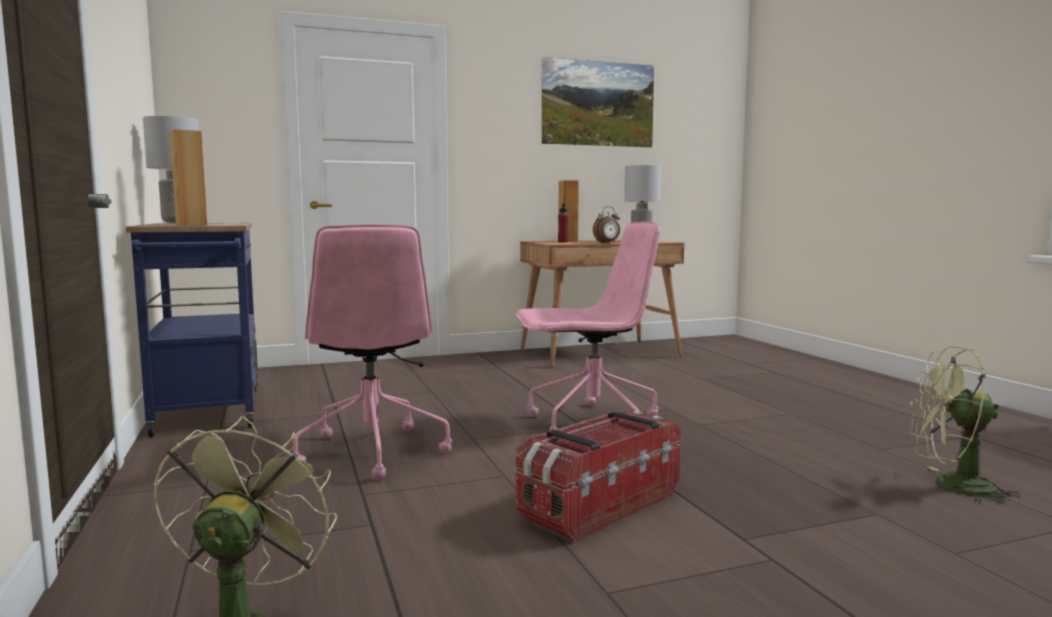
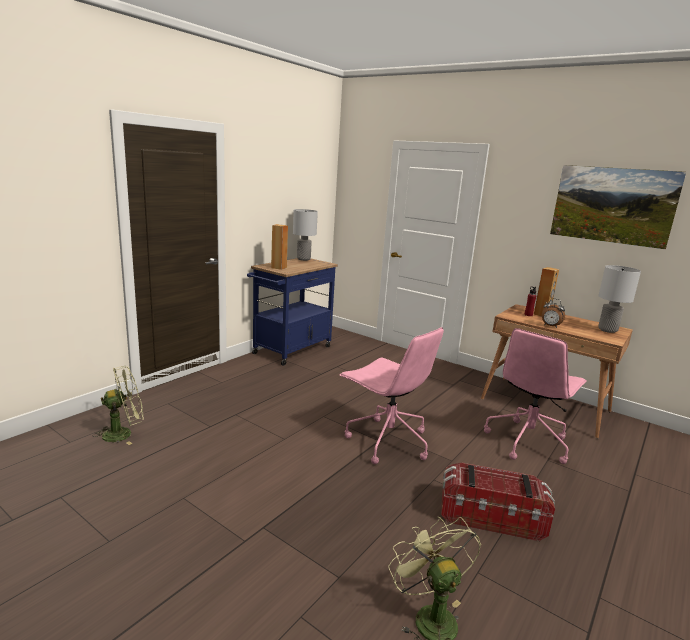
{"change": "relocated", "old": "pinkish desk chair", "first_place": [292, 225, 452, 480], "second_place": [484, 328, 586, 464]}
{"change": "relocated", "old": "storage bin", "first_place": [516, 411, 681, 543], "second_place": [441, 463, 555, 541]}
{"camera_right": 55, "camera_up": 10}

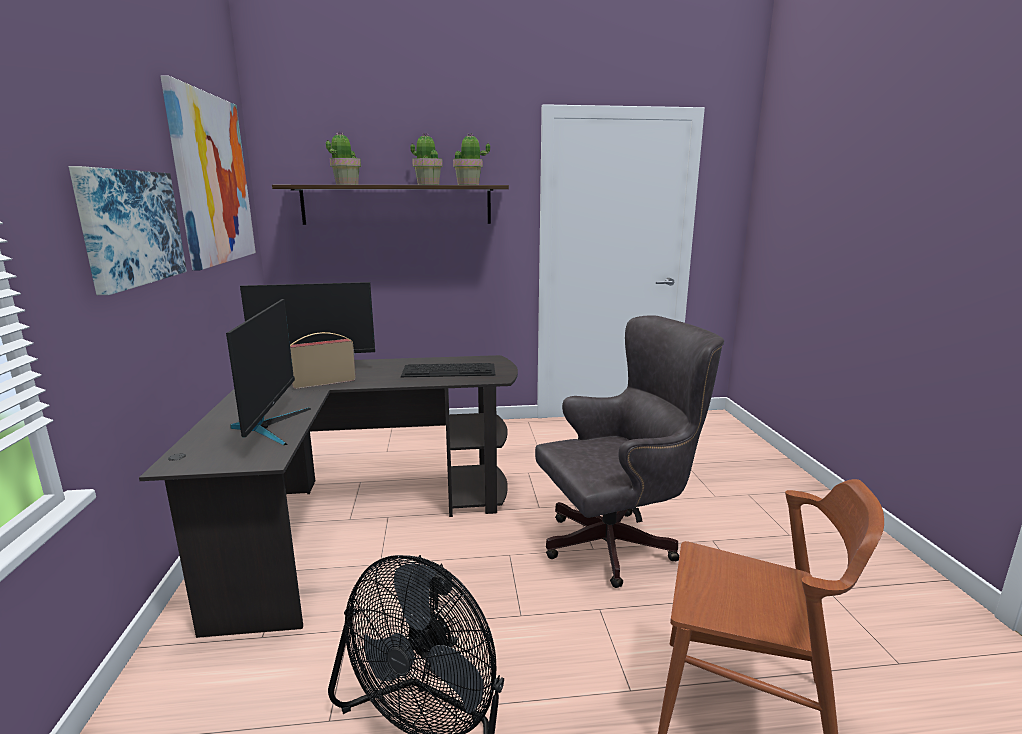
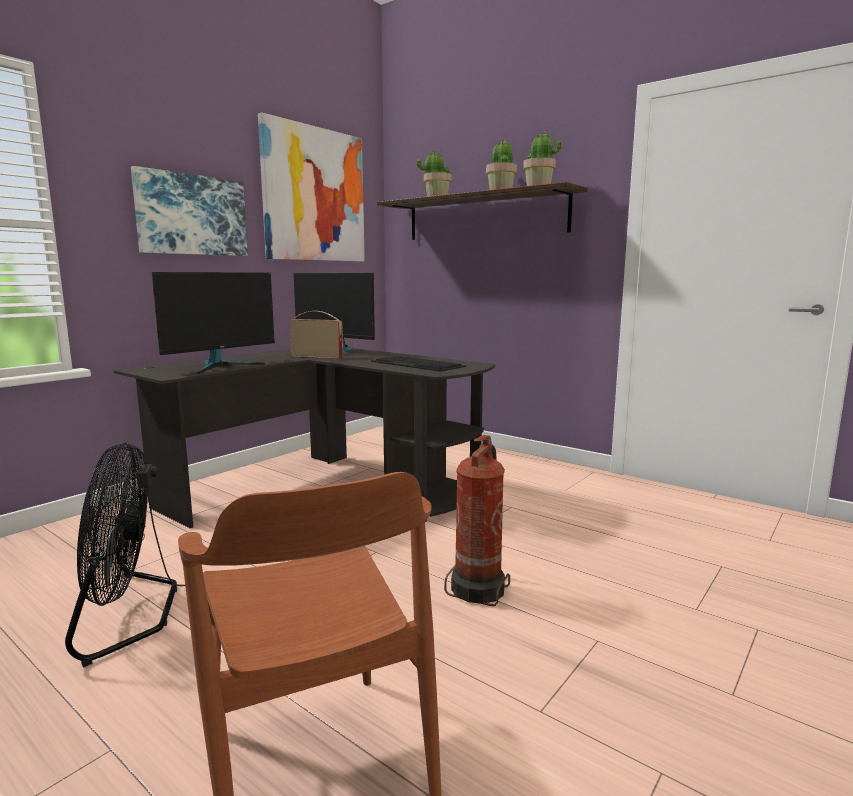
{"change": "exchanged", "old": "grey desk chair", "new": "fire-fighting cylinder", "first_place": [535, 315, 724, 588], "second_place": [444, 435, 510, 606]}
{"camera_right": 45, "camera_up": -5}

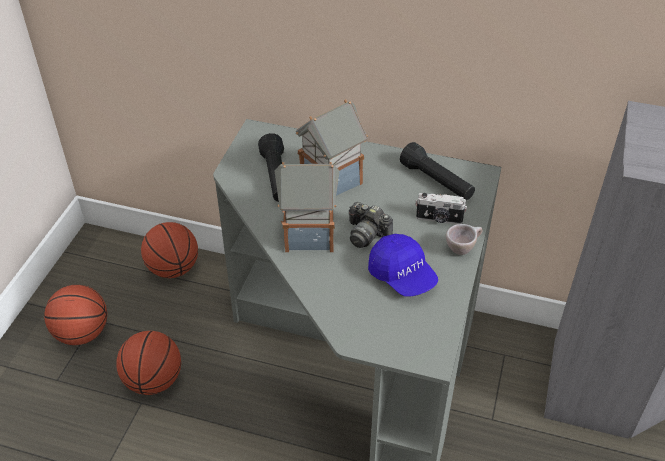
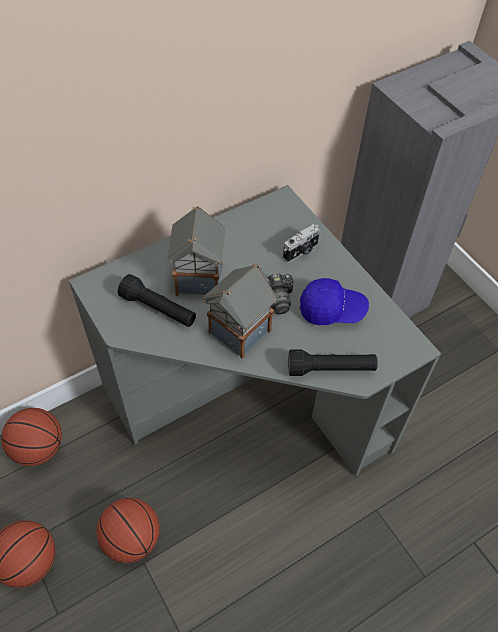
{"change": "missing", "old": "beige-coloured small cup", "first_place": [446, 224, 482, 255]}
{"change": "relocated", "old": "black hand torch", "first_place": [400, 142, 475, 200], "second_place": [288, 350, 378, 376]}
{"camera_right": -50, "camera_up": 10}

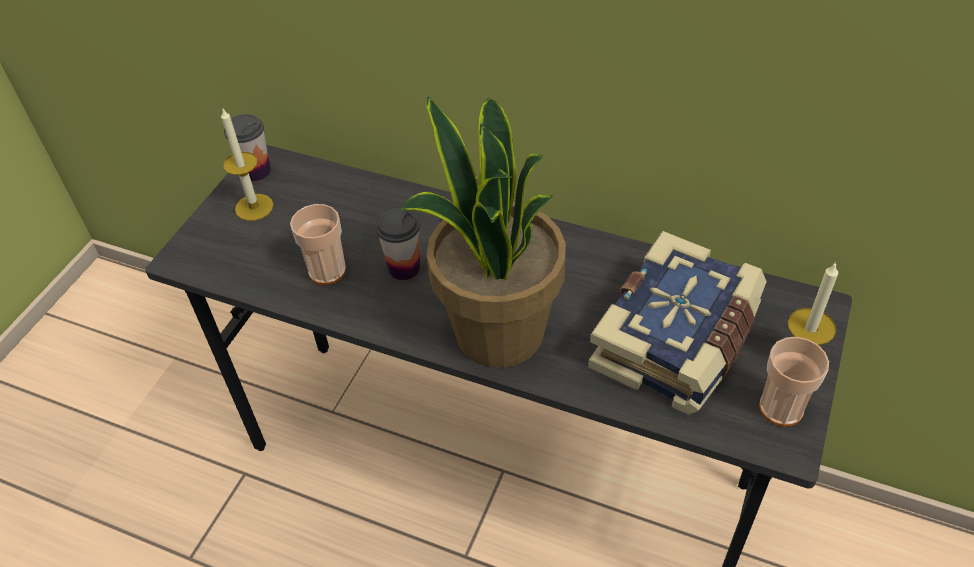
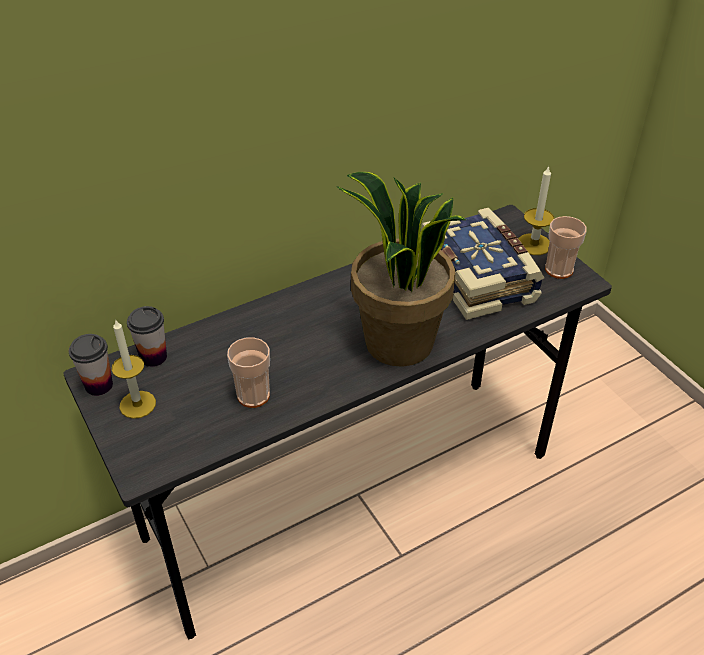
{"change": "relocated", "old": "small cup", "first_place": [376, 208, 420, 280], "second_place": [127, 306, 167, 367]}
{"camera_right": -55, "camera_up": -5}

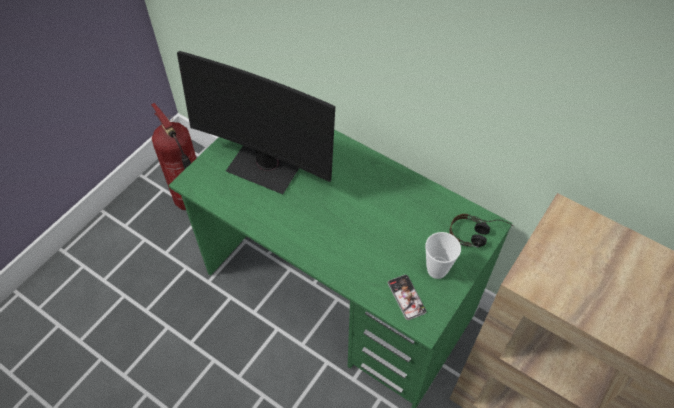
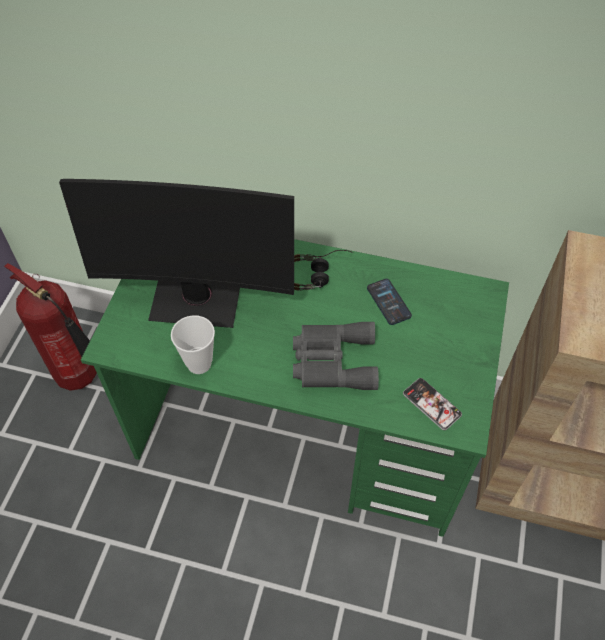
{"change": "appeared", "new": "grey field glasses", "second_place": [293, 322, 379, 390]}
{"change": "appeared", "new": "handset", "second_place": [367, 279, 412, 325]}
{"change": "relocated", "old": "small cup", "first_place": [425, 232, 461, 279], "second_place": [171, 315, 215, 374]}
{"change": "relocated", "old": "headphones", "first_place": [449, 214, 514, 248], "second_place": [294, 250, 353, 291]}
{"camera_right": -20, "camera_up": 0}

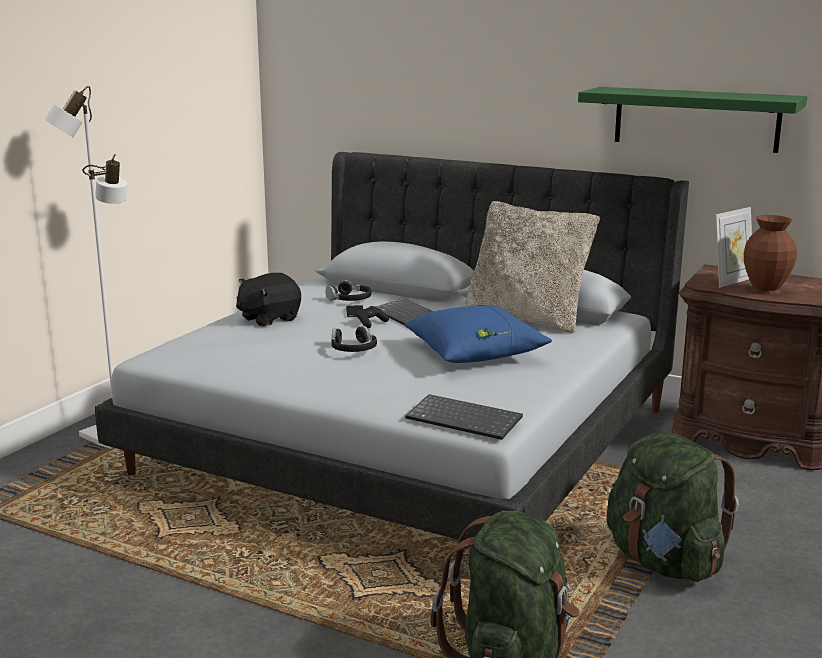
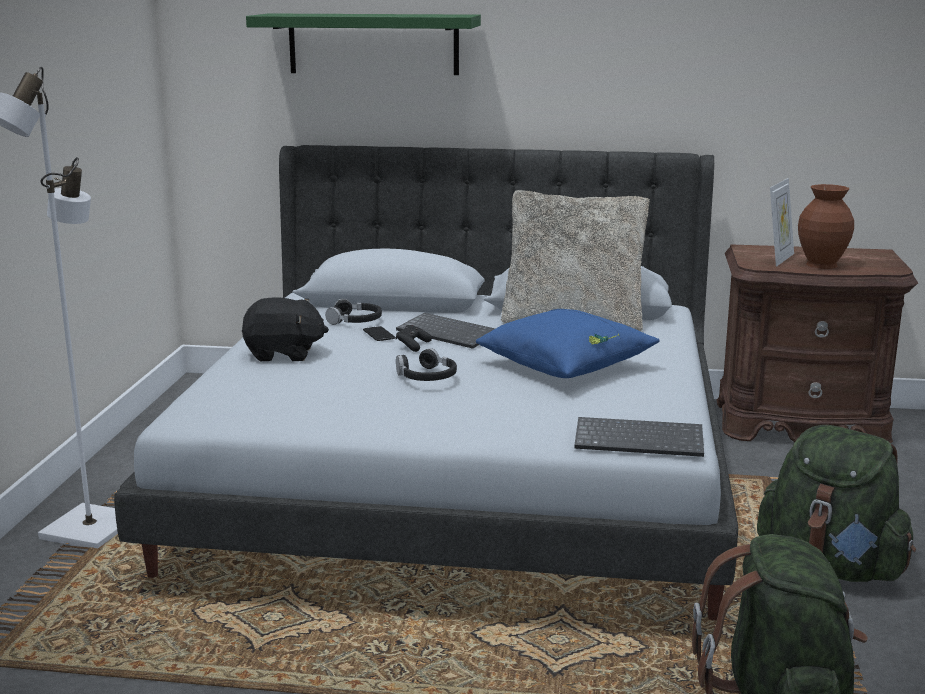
{"change": "relocated", "old": "green bracket shelf", "first_place": [578, 87, 807, 153], "second_place": [246, 14, 481, 75]}
{"change": "spun", "old": "black soft toy", "first_place": [236, 273, 301, 327], "second_place": [242, 297, 329, 361], "degrees": -120}
{"camera_right": -20, "camera_up": 0}

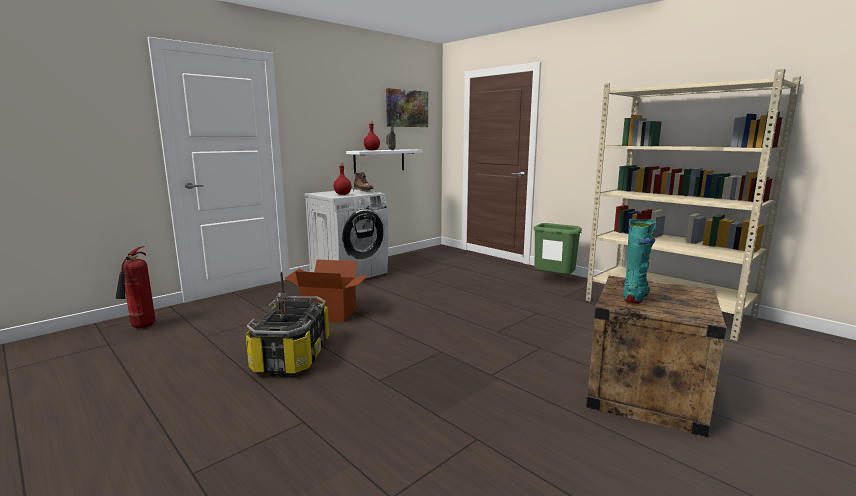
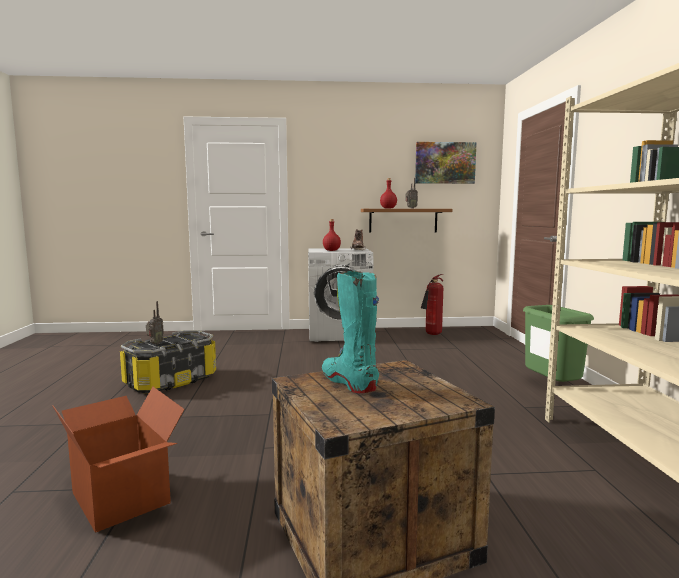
{"change": "relocated", "old": "fire-fighting cylinder", "first_place": [115, 246, 155, 328], "second_place": [421, 274, 443, 335]}
{"change": "relocated", "old": "packing box", "first_place": [284, 260, 369, 323], "second_place": [52, 387, 185, 533]}
{"change": "colour", "old": "whitish bracket shelf", "new": "brown-coloured bracket shelf", "first_place": [346, 149, 423, 174], "second_place": [361, 209, 453, 233]}
{"change": "spun", "old": "turquoise boot", "first_place": [624, 219, 657, 304], "second_place": [322, 271, 379, 393], "degrees": -105}
{"camera_right": 40, "camera_up": -5}

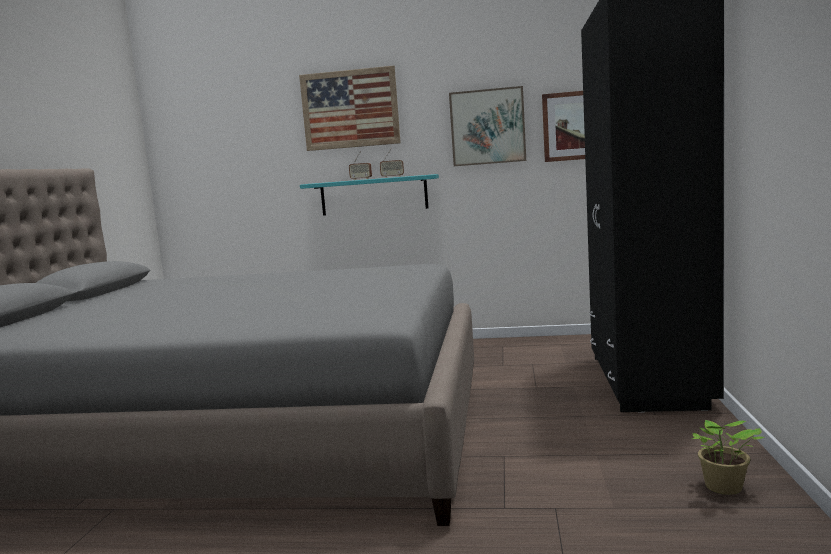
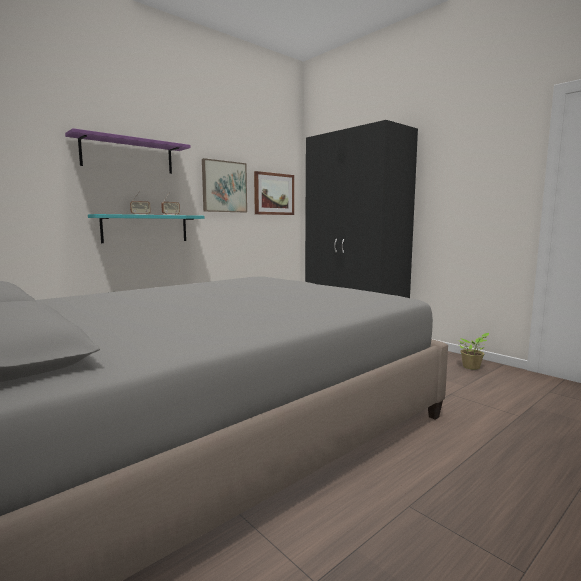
{"change": "exchanged", "old": "picture", "new": "purple-coloured bracket shelf", "first_place": [299, 66, 401, 151], "second_place": [65, 128, 190, 174]}
{"camera_right": -50, "camera_up": 0}

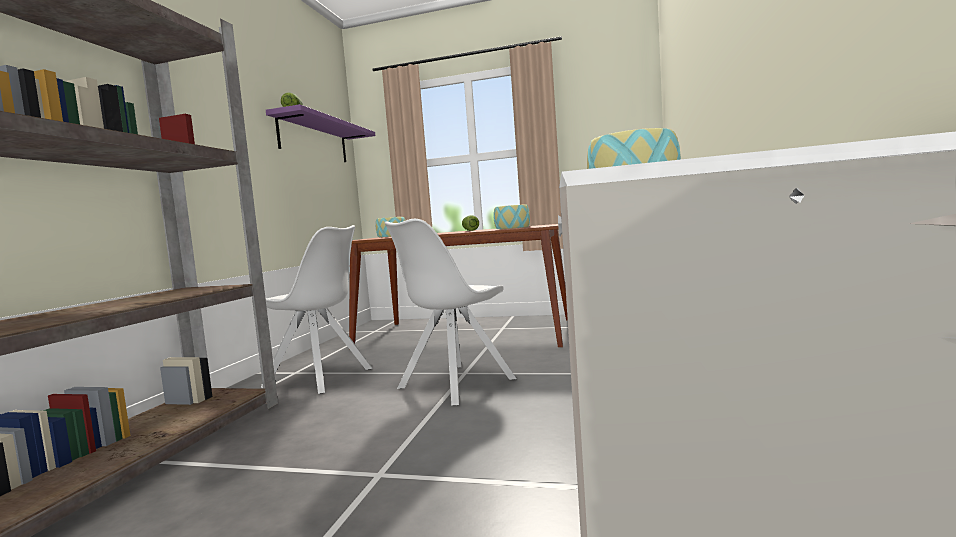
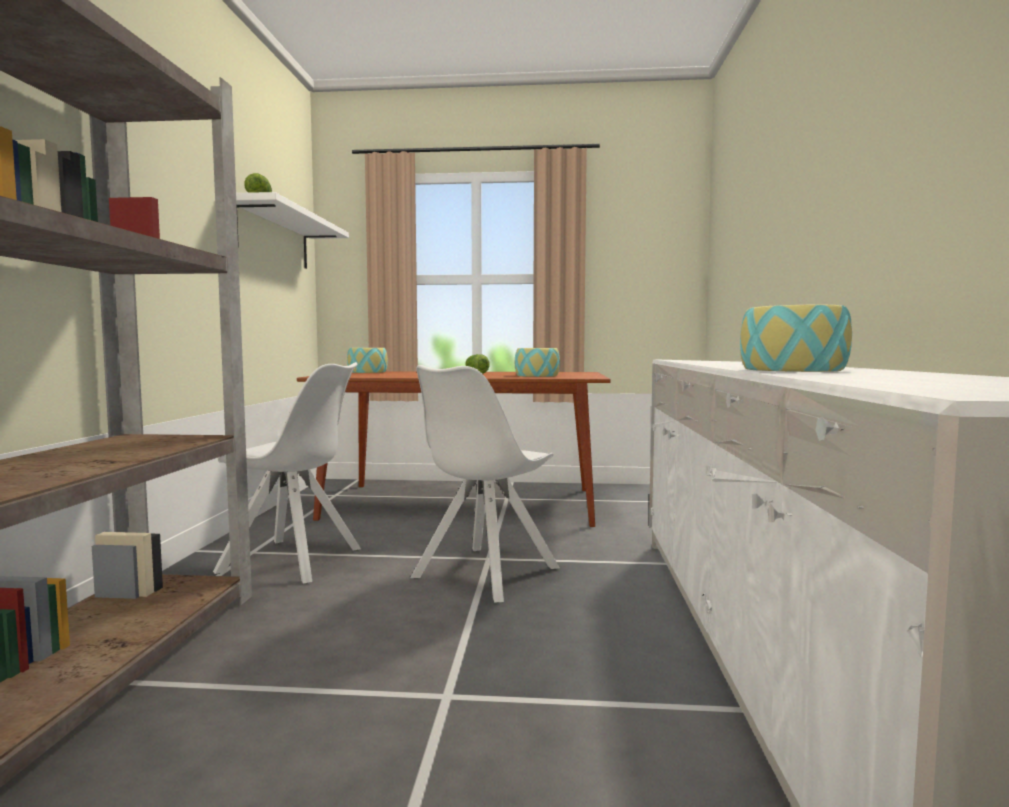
{"change": "colour", "old": "purple-coloured bracket shelf", "new": "whitish bracket shelf", "first_place": [266, 104, 375, 162], "second_place": [236, 192, 349, 269]}
{"camera_right": -10, "camera_up": 0}

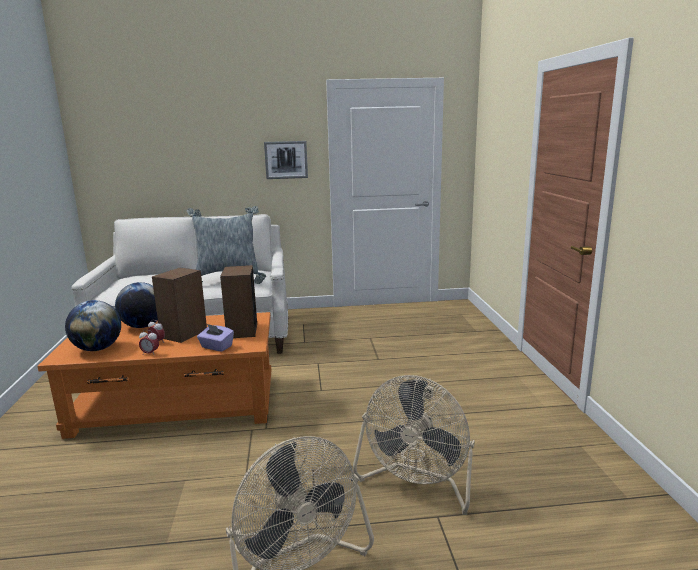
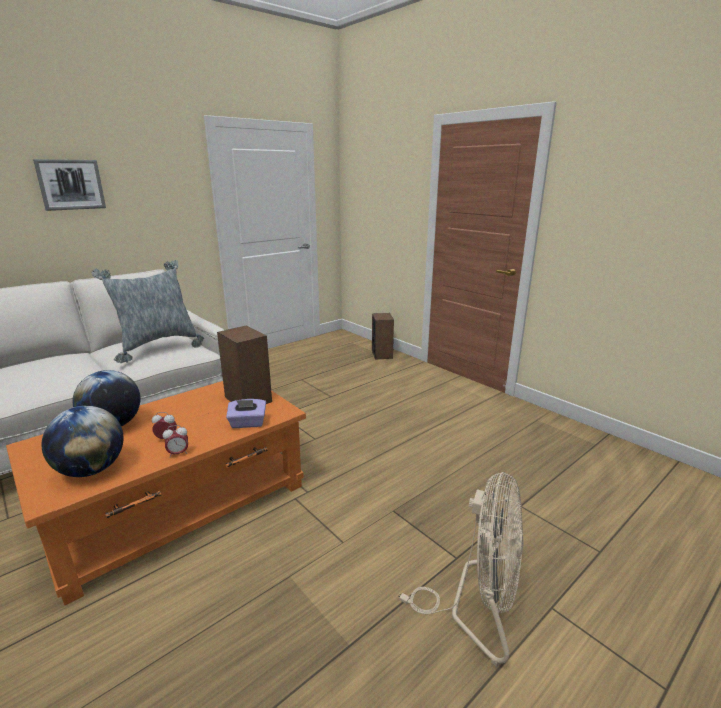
{"change": "missing", "old": "beige-coloured electric fan", "first_place": [353, 375, 475, 515]}
{"change": "relocated", "old": "speaker", "first_place": [152, 268, 207, 343], "second_place": [372, 313, 394, 360]}
{"change": "relocated", "old": "picture", "first_place": [264, 141, 308, 179], "second_place": [33, 159, 106, 211]}
{"camera_right": -35, "camera_up": 5}

